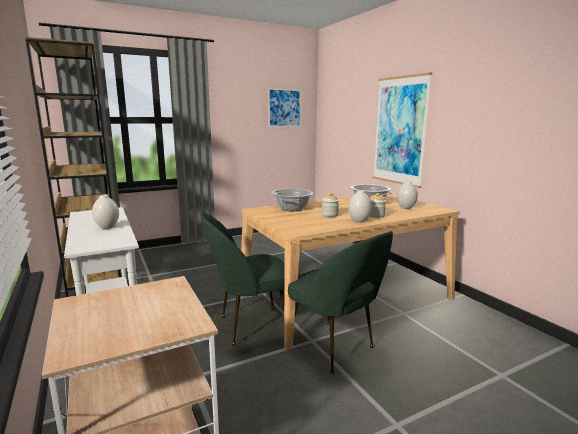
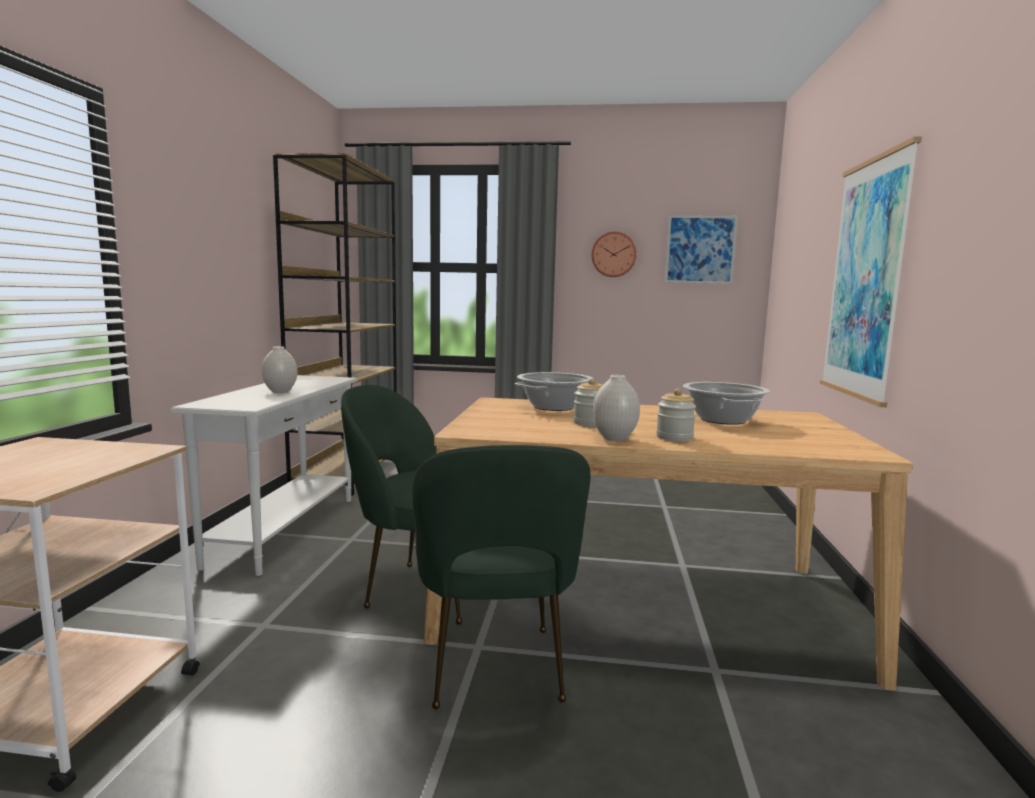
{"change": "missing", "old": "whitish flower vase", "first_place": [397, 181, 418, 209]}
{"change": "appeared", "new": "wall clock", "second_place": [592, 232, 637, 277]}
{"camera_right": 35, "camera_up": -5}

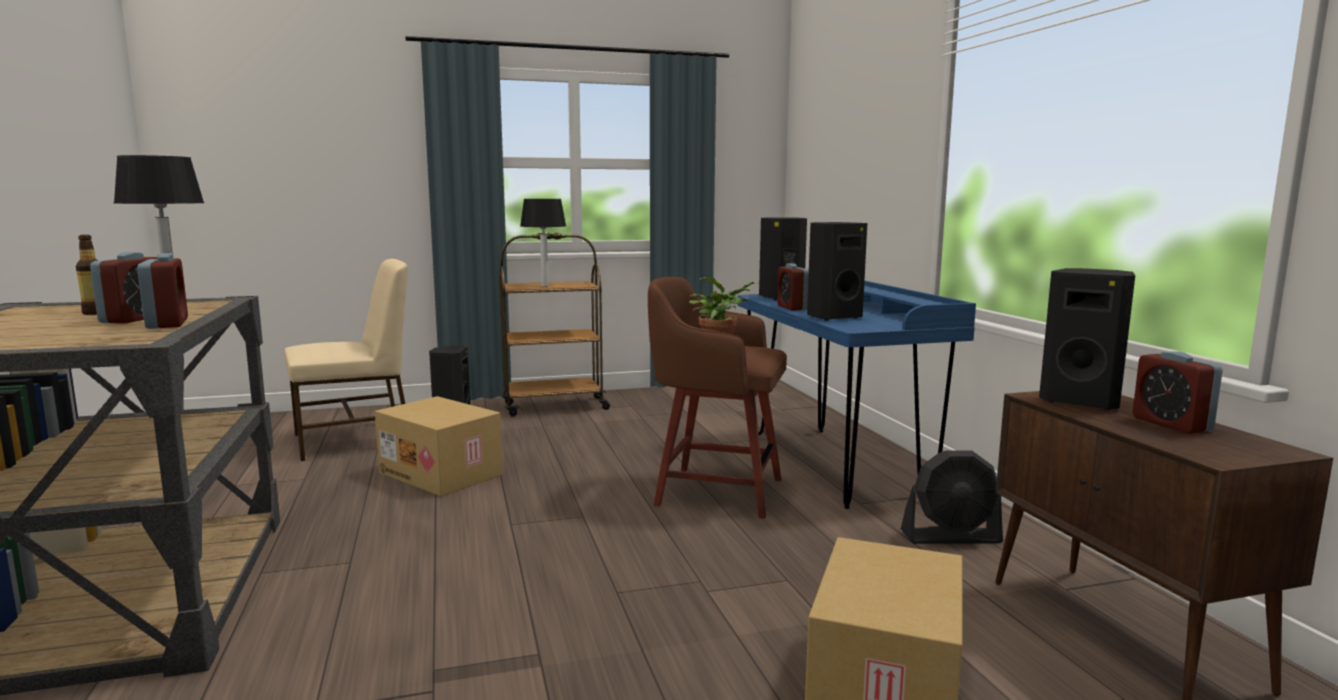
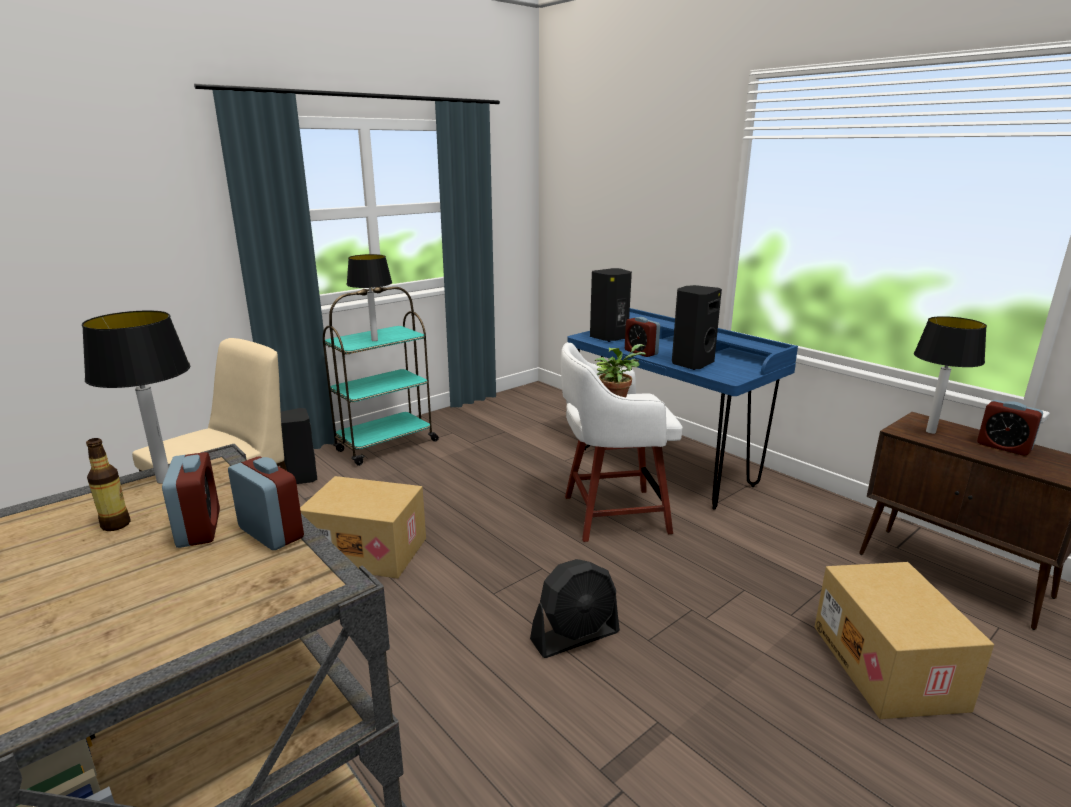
{"change": "relocated", "old": "black electric fan", "first_place": [901, 450, 1003, 544], "second_place": [530, 559, 620, 658]}
{"change": "exchanged", "old": "black speaker", "new": "lamp for a table", "first_place": [1039, 268, 1135, 411], "second_place": [914, 316, 987, 434]}
{"change": "colour", "old": "brown-coloured cart", "new": "turquoise cart", "first_place": [500, 233, 610, 417], "second_place": [323, 287, 439, 466]}
{"change": "colour", "old": "brown-coloured stool seat", "new": "whitish stool seat", "first_place": [648, 277, 787, 519], "second_place": [561, 342, 682, 542]}
{"camera_right": -25, "camera_up": 10}

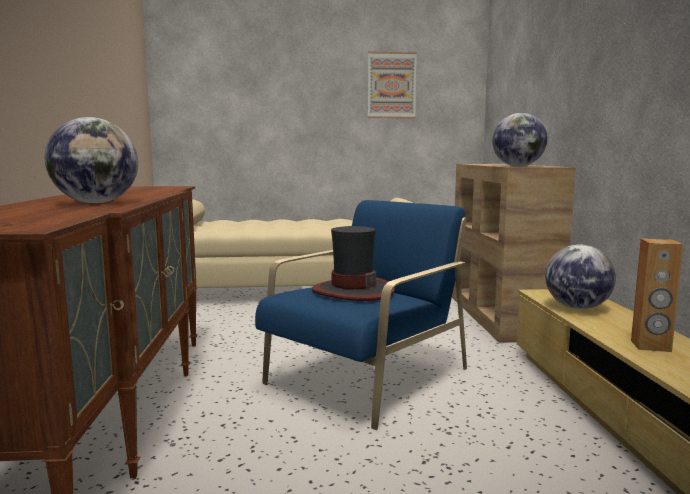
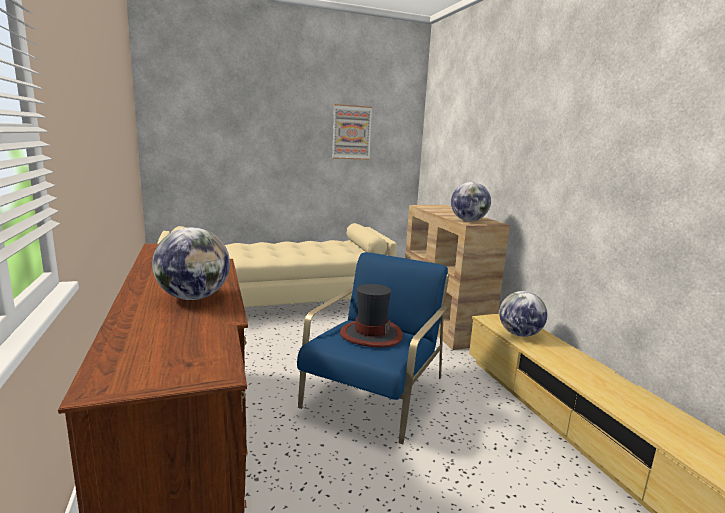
{"change": "missing", "old": "brown-coloured speaker", "first_place": [631, 239, 684, 352]}
{"camera_right": -15, "camera_up": 5}

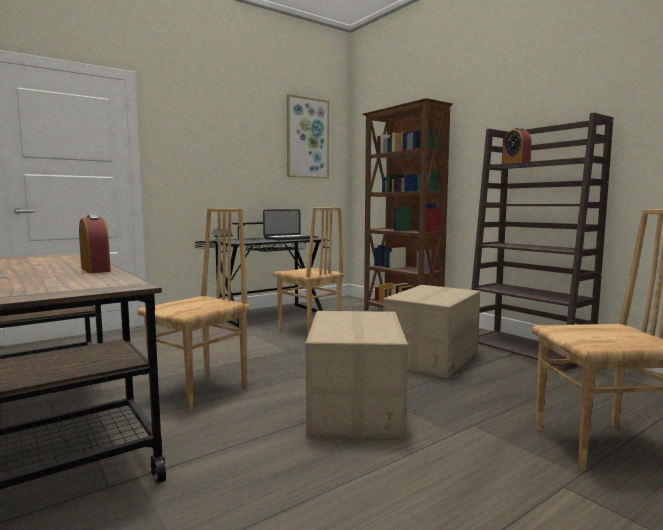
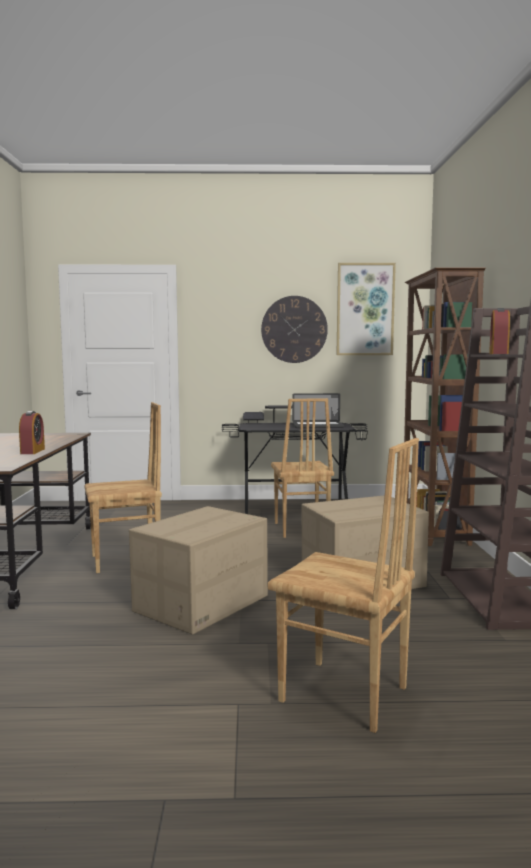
{"change": "appeared", "new": "wall clock", "second_place": [261, 296, 328, 363]}
{"camera_right": 35, "camera_up": 0}

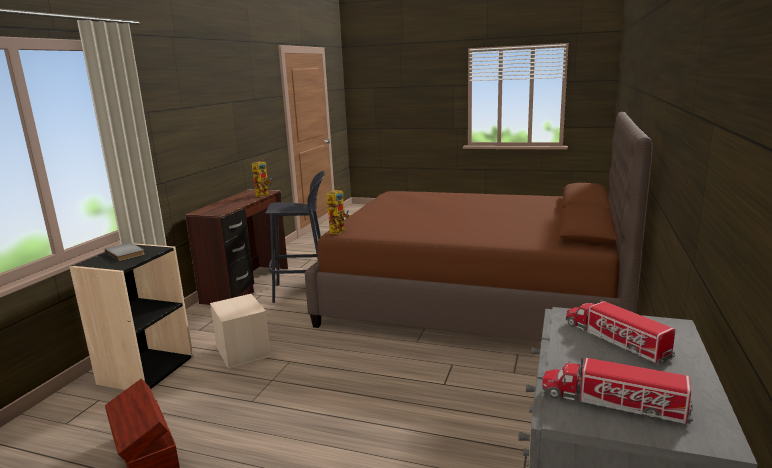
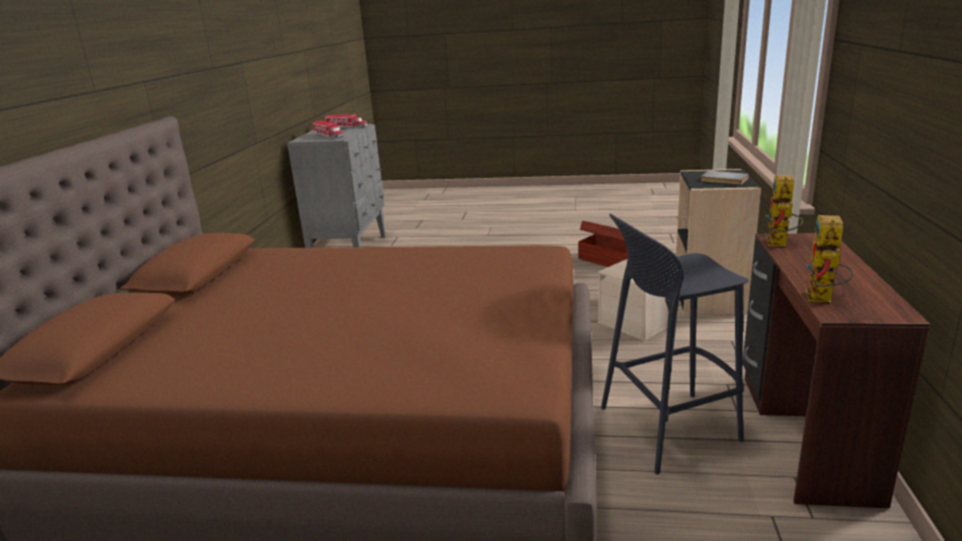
{"change": "relocated", "old": "robot figure", "first_place": [326, 187, 349, 234], "second_place": [766, 175, 803, 246]}
{"camera_right": 170, "camera_up": 5}

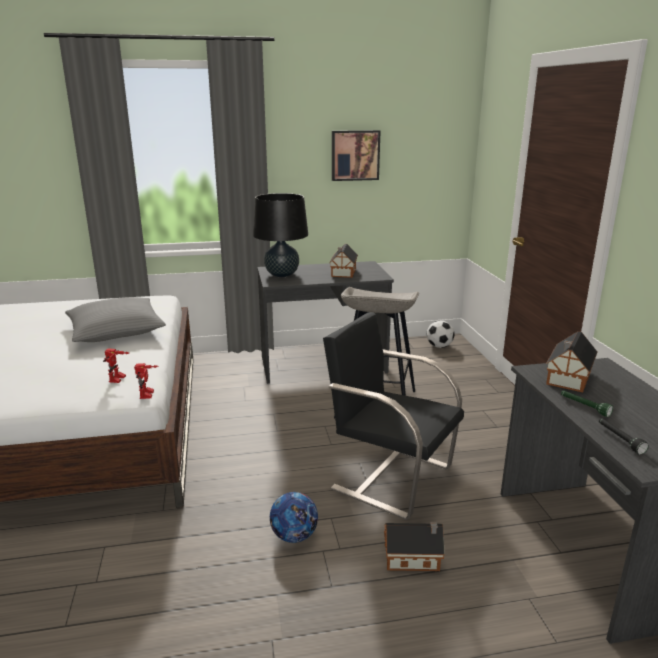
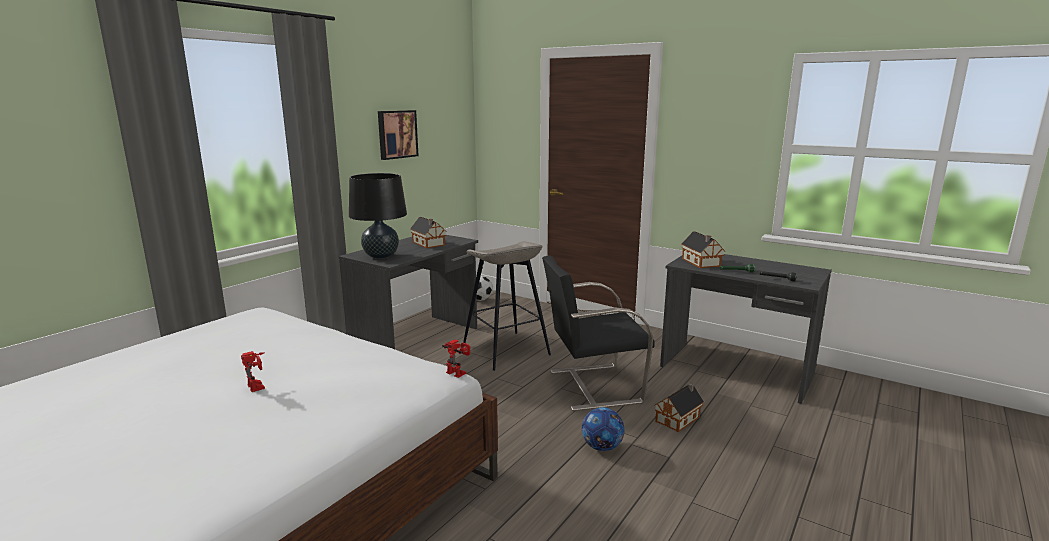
{"change": "missing", "old": "grey pillow", "first_place": [65, 297, 166, 342]}
{"change": "relocated", "old": "robot figure", "first_place": [103, 348, 130, 383], "second_place": [241, 351, 265, 392]}
{"camera_right": -45, "camera_up": -5}

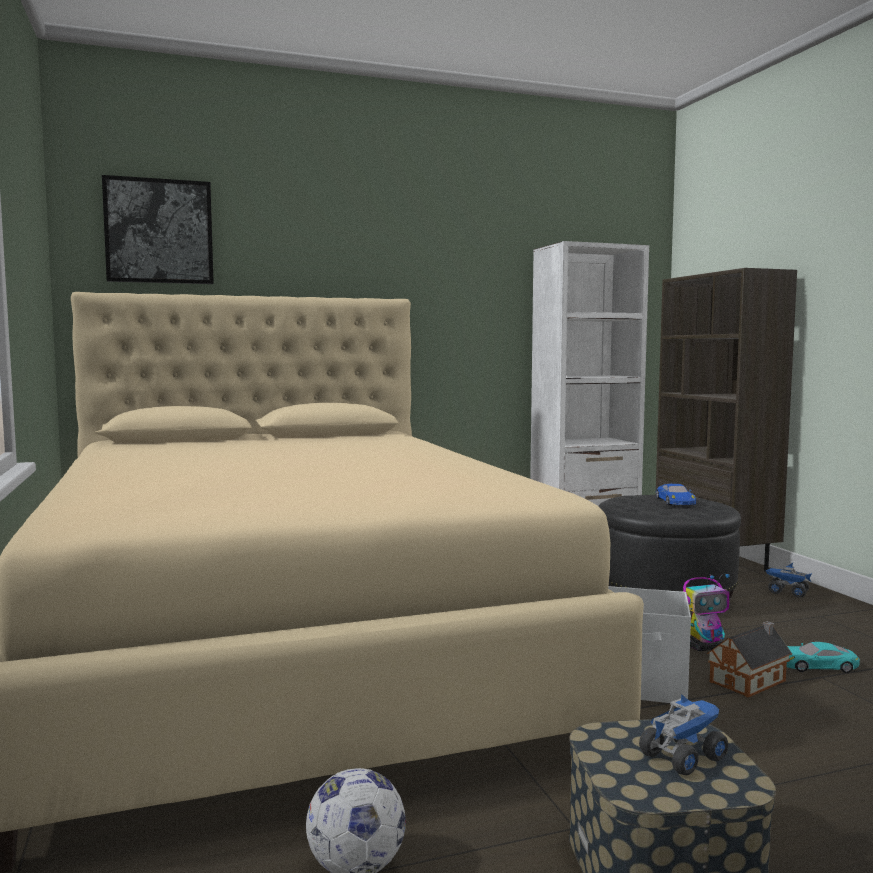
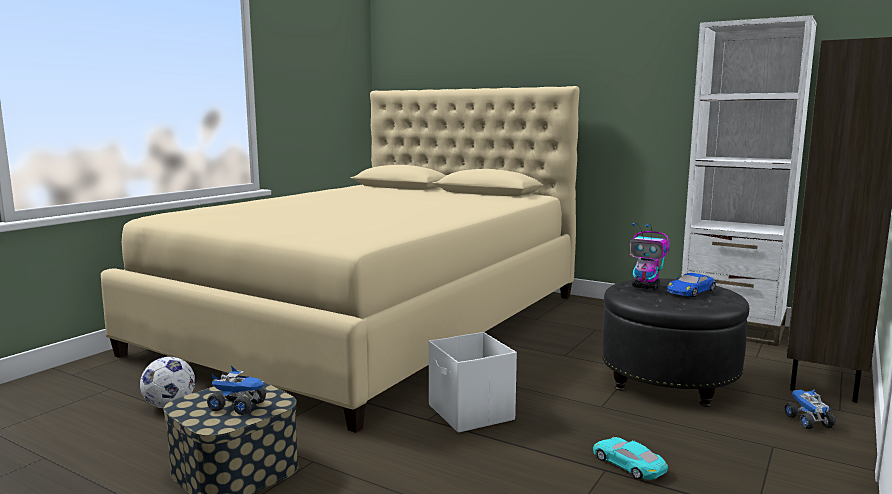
{"change": "missing", "old": "picture", "first_place": [102, 175, 214, 284]}
{"change": "missing", "old": "model house", "first_place": [707, 621, 792, 698]}
{"change": "relocated", "old": "robot figure", "first_place": [683, 573, 730, 651], "second_place": [629, 223, 670, 290]}
{"camera_right": 50, "camera_up": 5}

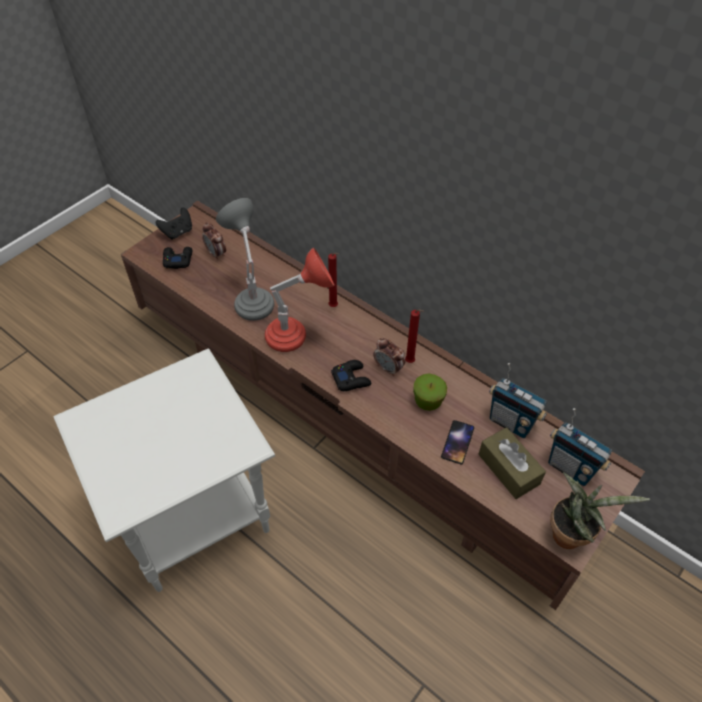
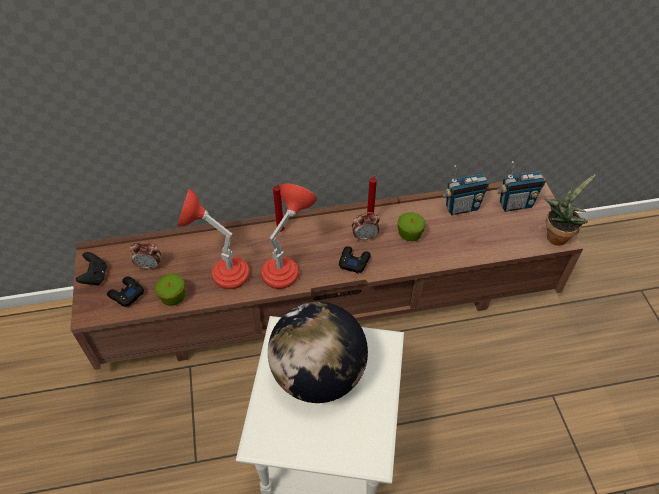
{"change": "missing", "old": "handset", "first_place": [441, 420, 474, 465]}
{"change": "missing", "old": "brown-coloured tissue box", "first_place": [478, 427, 546, 499]}
{"change": "appeared", "new": "apple", "second_place": [155, 274, 185, 306]}
{"change": "appeared", "new": "desk globe", "second_place": [268, 302, 368, 403]}
{"change": "colour", "old": "grey lamp for a table", "new": "red-coloured lamp for a table", "first_place": [216, 198, 274, 321], "second_place": [177, 189, 250, 289]}
{"camera_right": -50, "camera_up": 0}

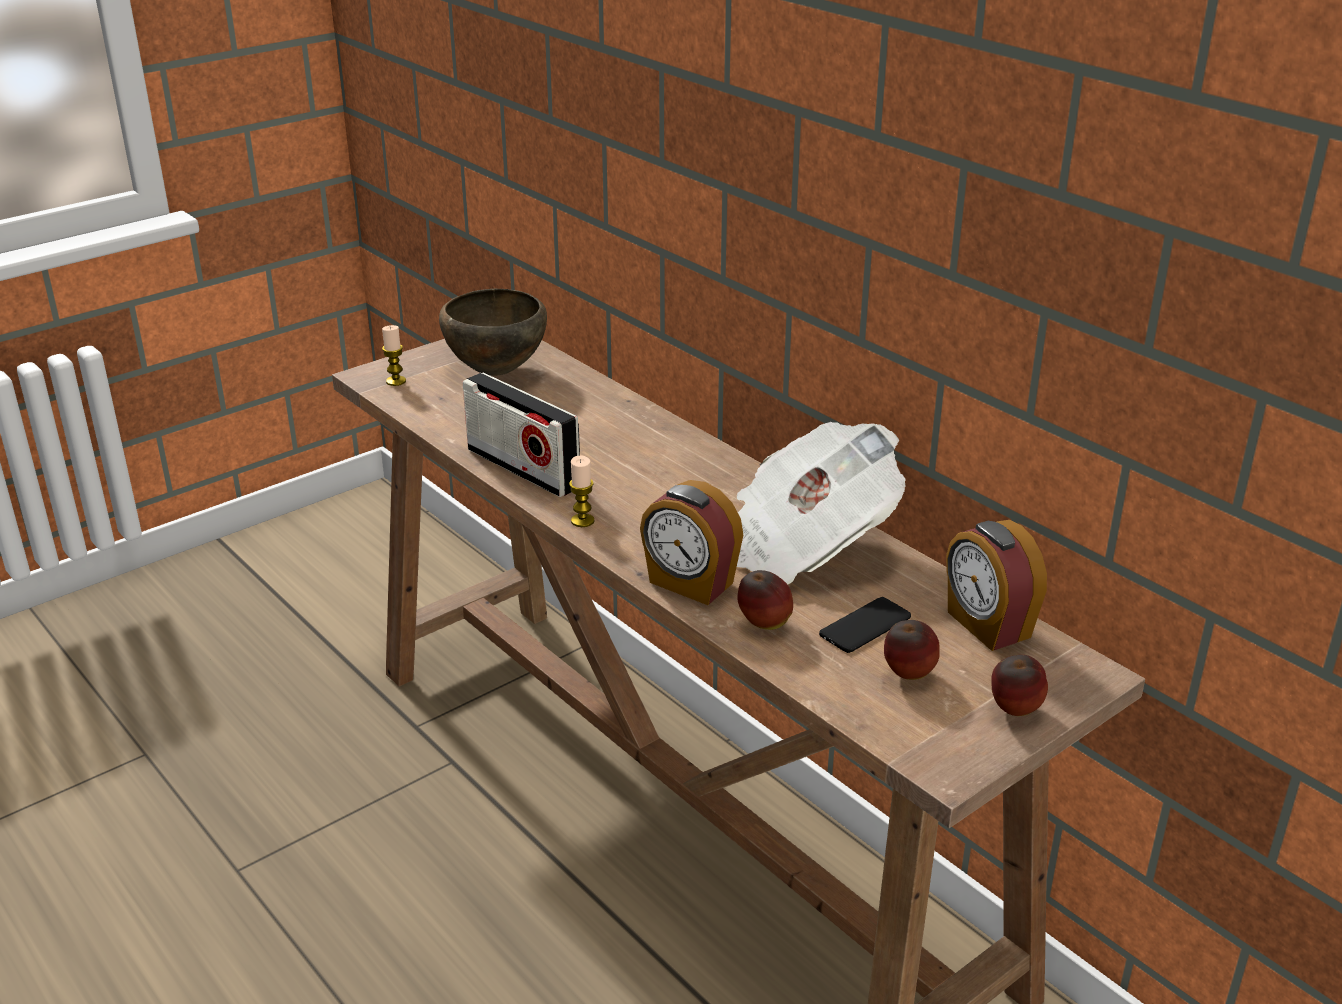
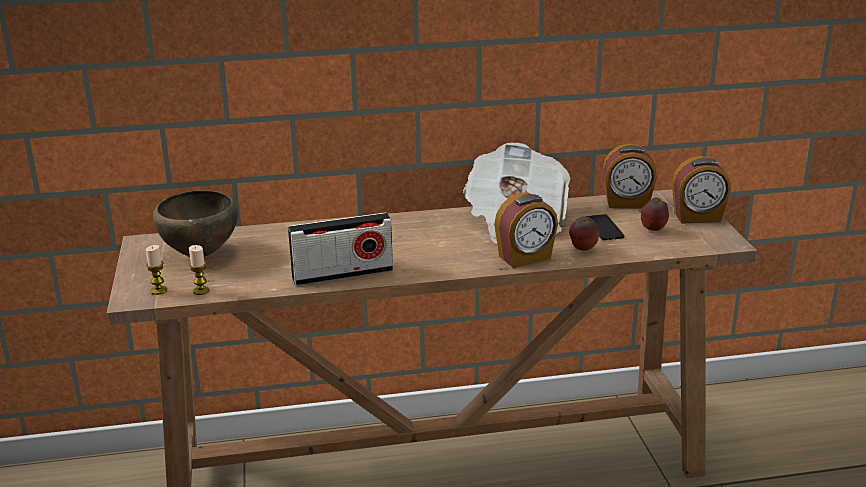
{"change": "relocated", "old": "wax light", "first_place": [569, 455, 595, 527], "second_place": [189, 245, 210, 295]}
{"change": "exchanged", "old": "apple", "new": "table clock", "first_place": [991, 655, 1048, 716], "second_place": [672, 156, 731, 224]}
{"camera_right": -60, "camera_up": -5}

